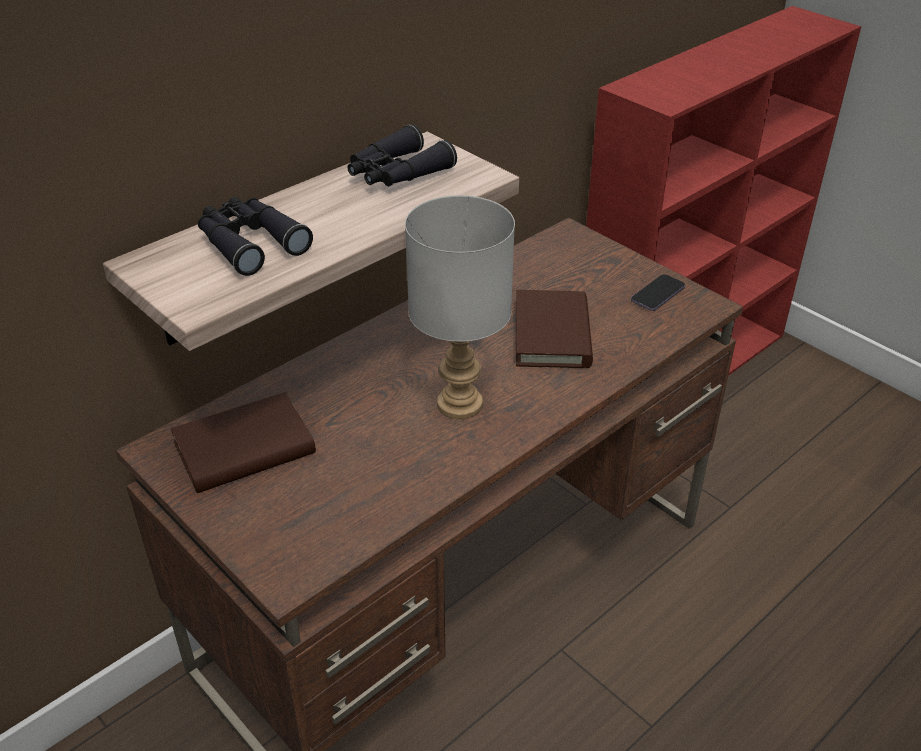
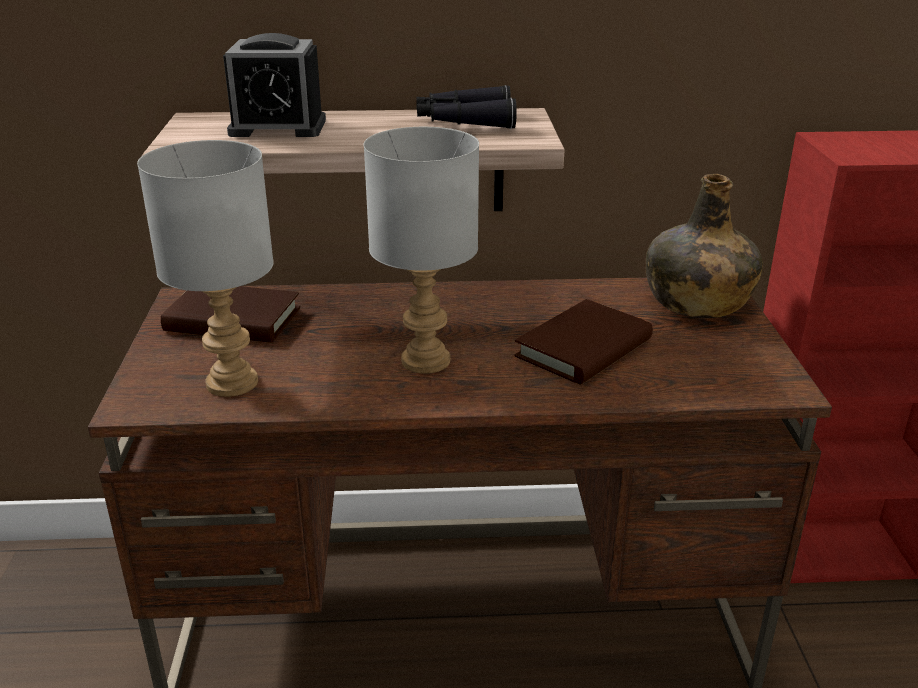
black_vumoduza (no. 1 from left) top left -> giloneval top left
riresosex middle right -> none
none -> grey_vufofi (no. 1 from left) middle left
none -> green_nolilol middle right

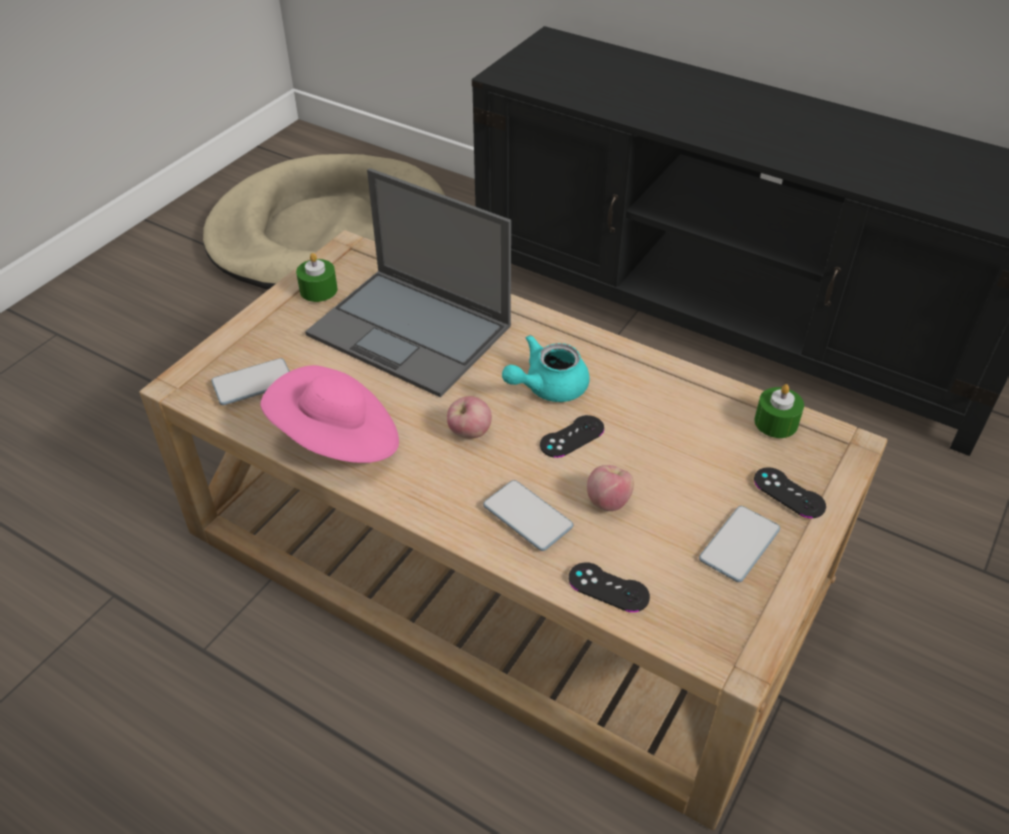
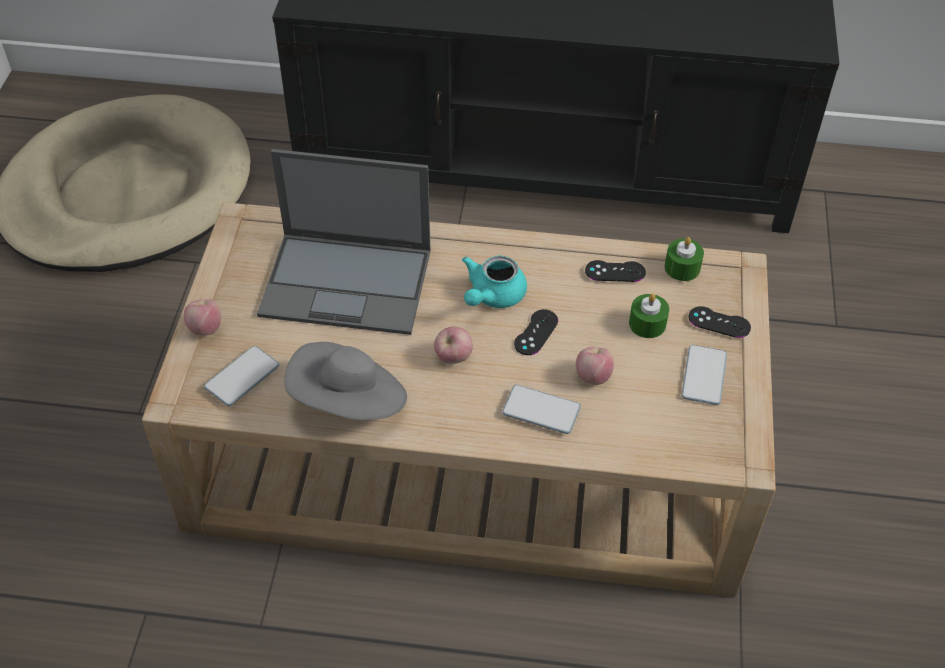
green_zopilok (no. 1 from left) top left -> green_zopilok (no. 1 from left) middle right, shifted
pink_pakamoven middle left -> grey_pakamoven centre
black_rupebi (no. 2 from left) bottom centre -> black_rupebi (no. 2 from left) centre, shifted
none -> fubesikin (no. 1 from left) middle left

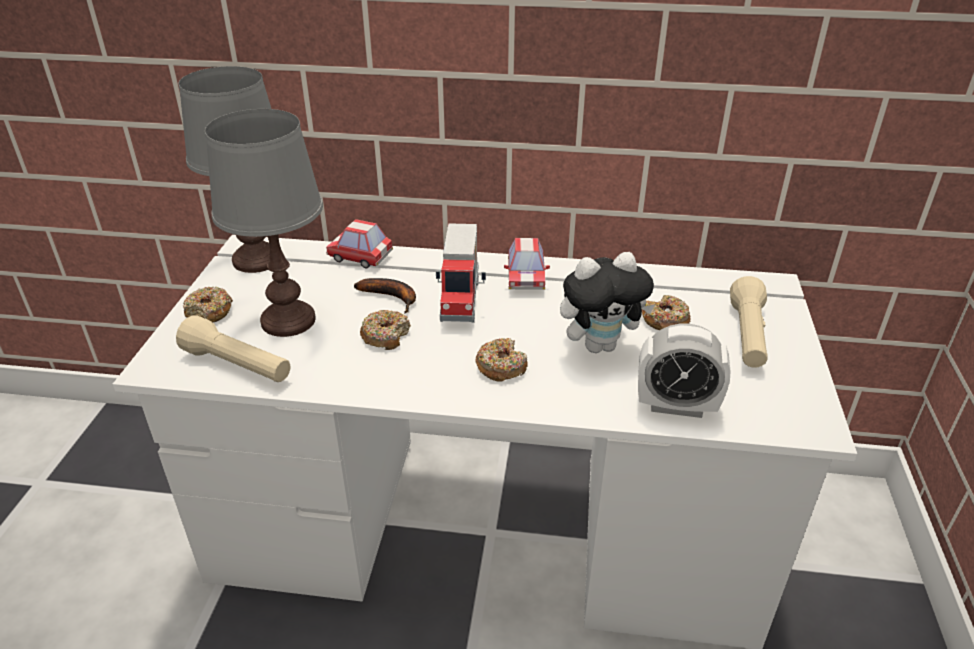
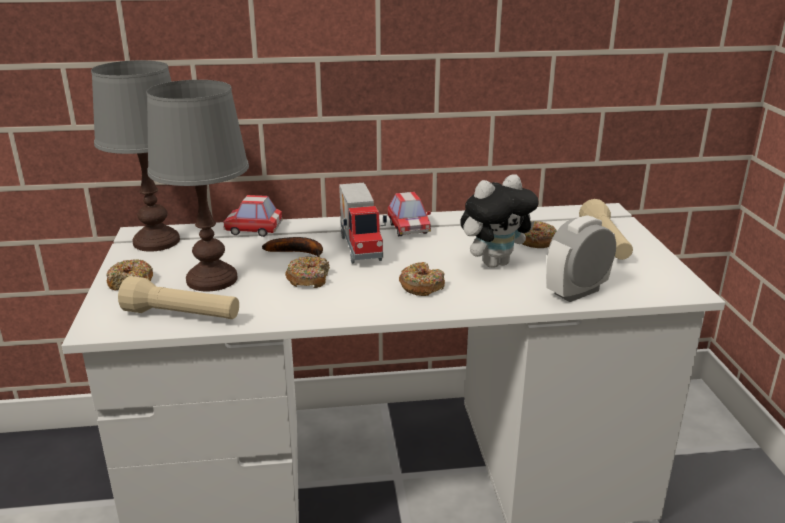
giloneval middle right, 150 degrees clockwise

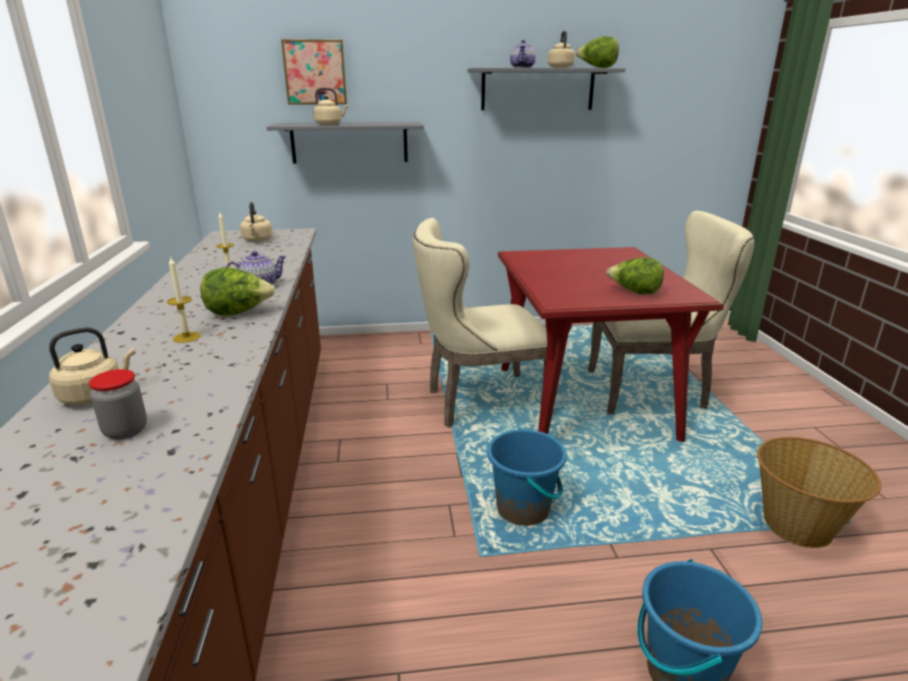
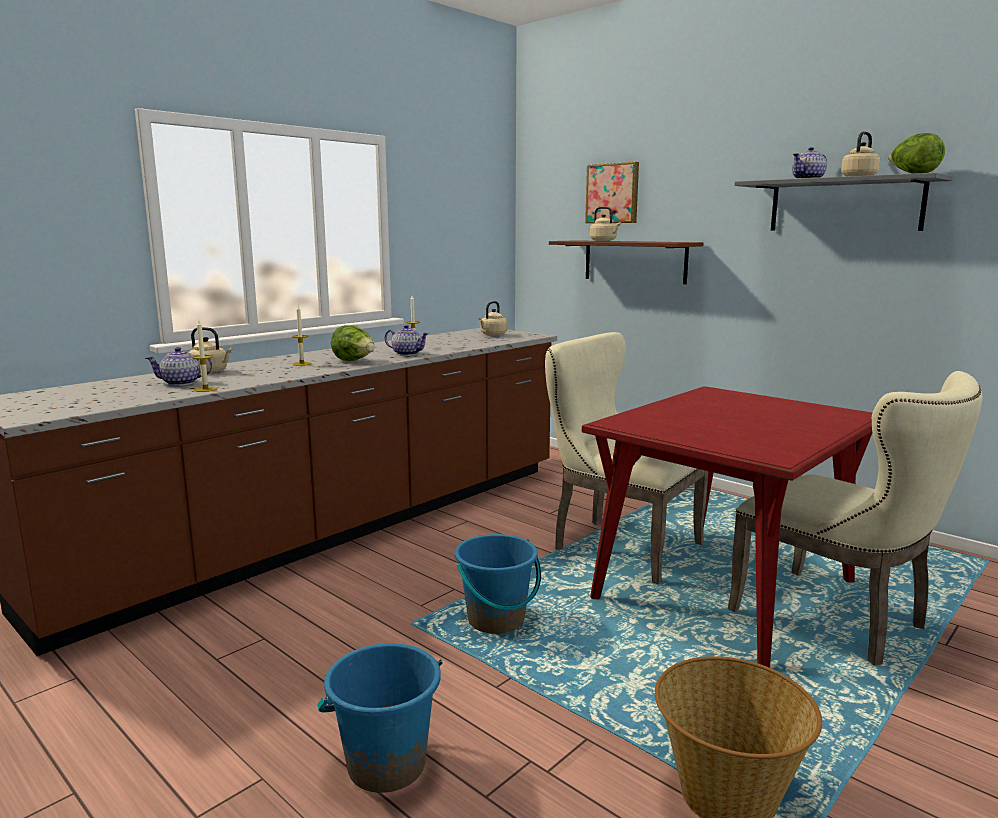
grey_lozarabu (no. 1 from left) top centre -> brown_lozarabu top centre
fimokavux (no. 3 from left) middle right -> none
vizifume middle left -> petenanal (no. 1 from left) middle left
none -> zopilok (no. 1 from left) middle left

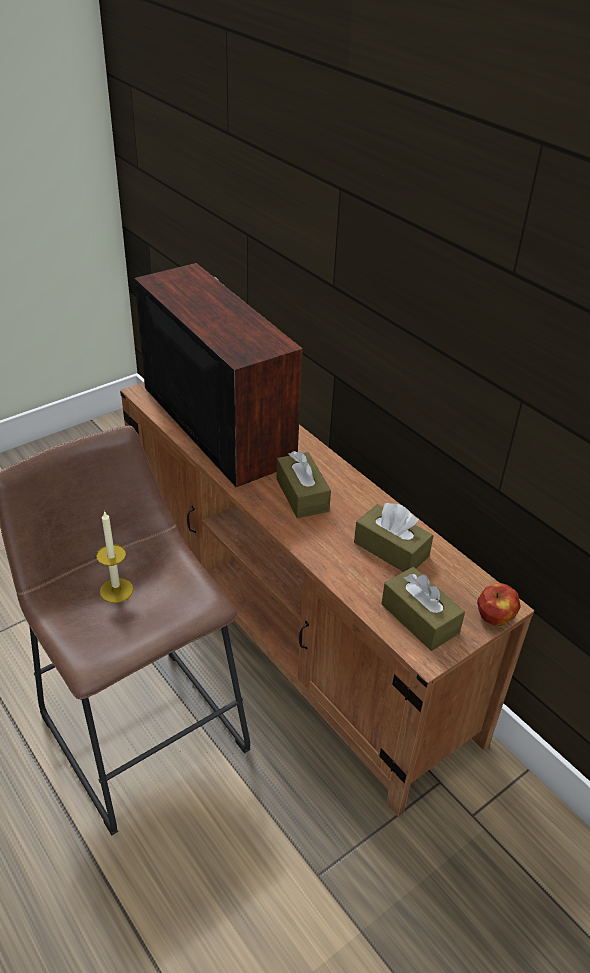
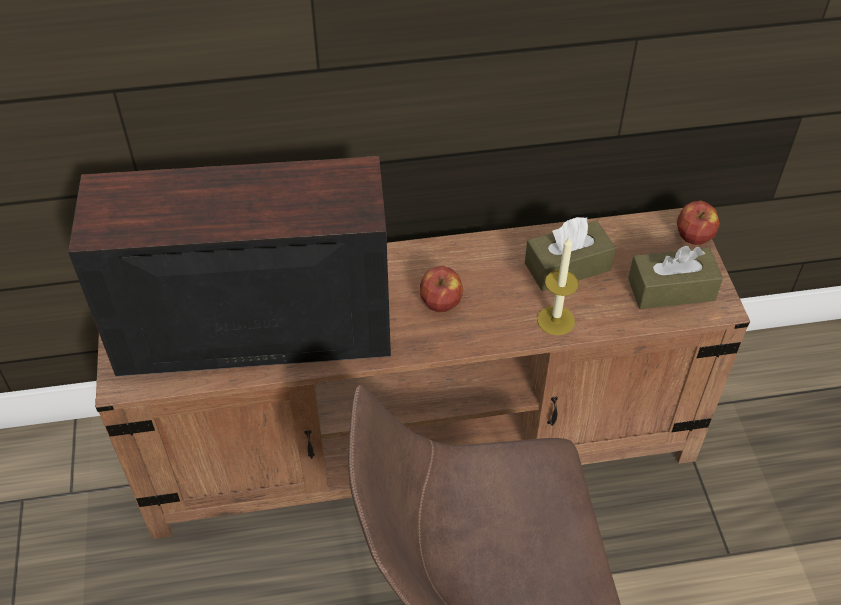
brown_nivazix (no. 1 from left) centre -> fubesikin (no. 1 from left) centre
zopilok middle left -> zopilok centre, shifted

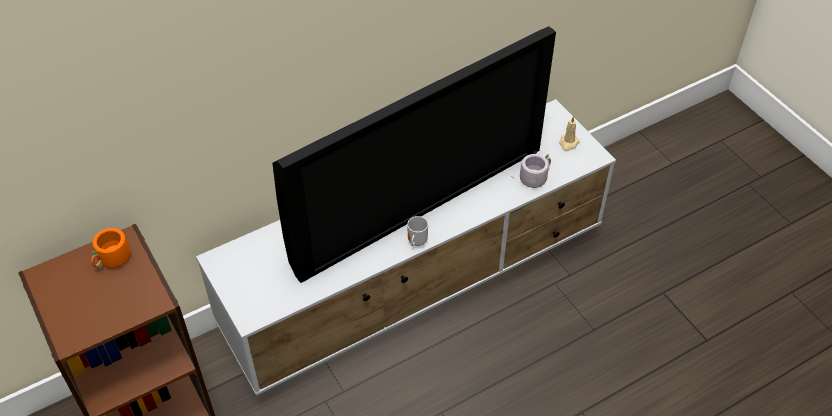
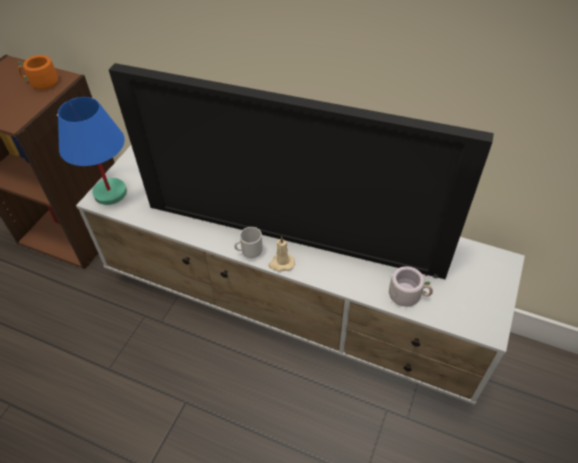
beige_zopilok top right -> beige_zopilok centre, shifted
none -> blue_vufofi top left

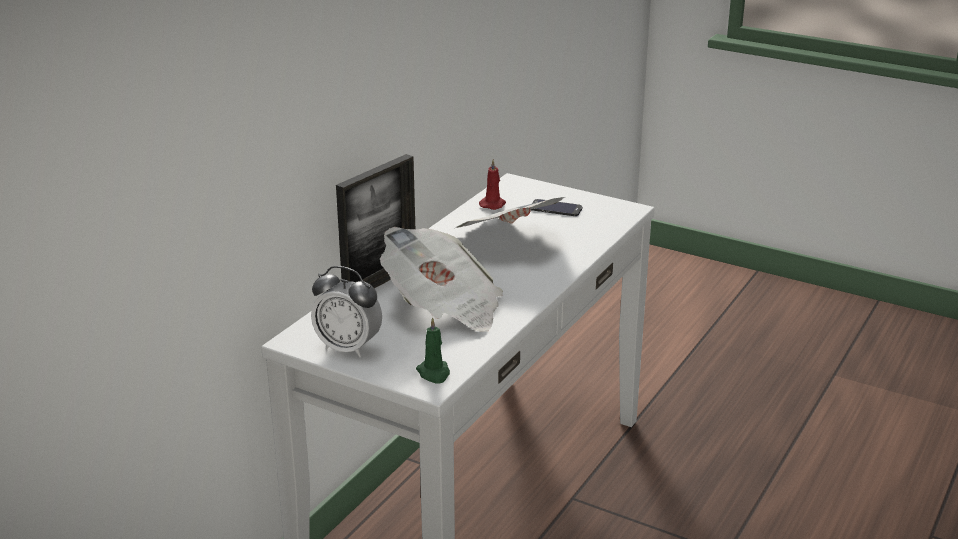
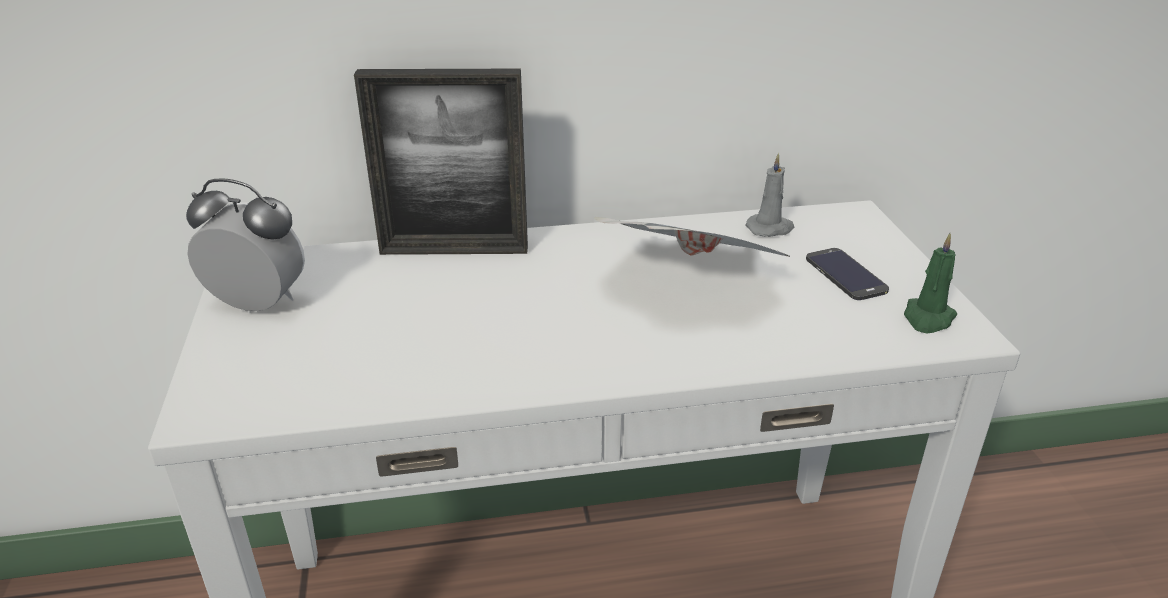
red_zopilok centre -> grey_zopilok top centre
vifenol (no. 1 from left) centre -> none
giloneval centre -> giloneval middle left, 120 degrees clockwise
green_zopilok centre -> green_zopilok middle right, shifted

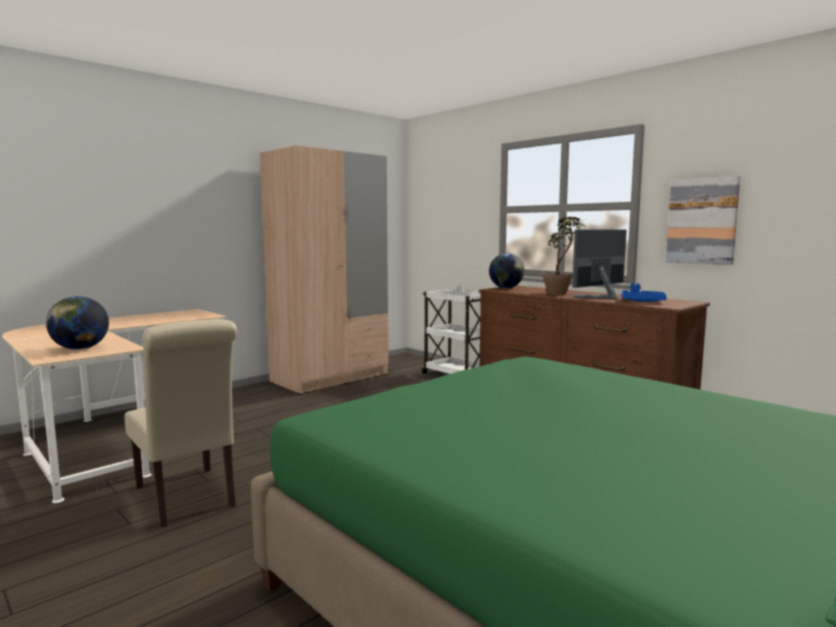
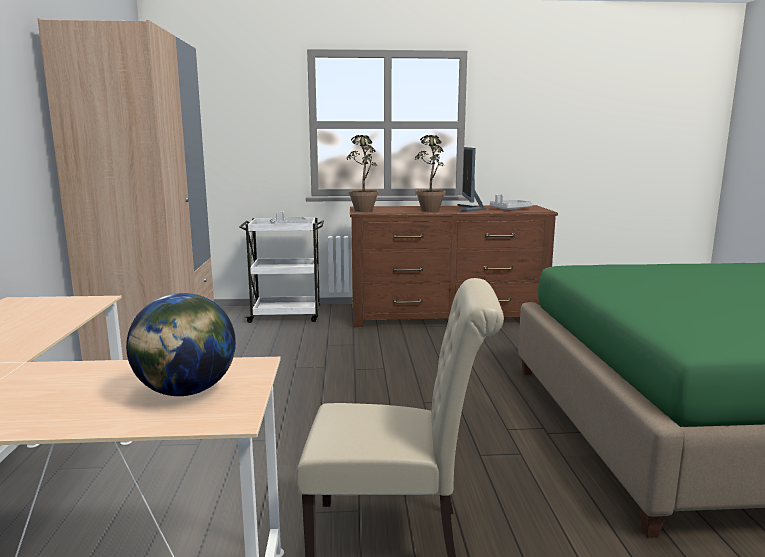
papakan middle right -> none
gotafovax (no. 2 from left) centre -> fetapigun (no. 1 from left) top centre
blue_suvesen middle right -> grey_suvesen (no. 2 from left) middle right

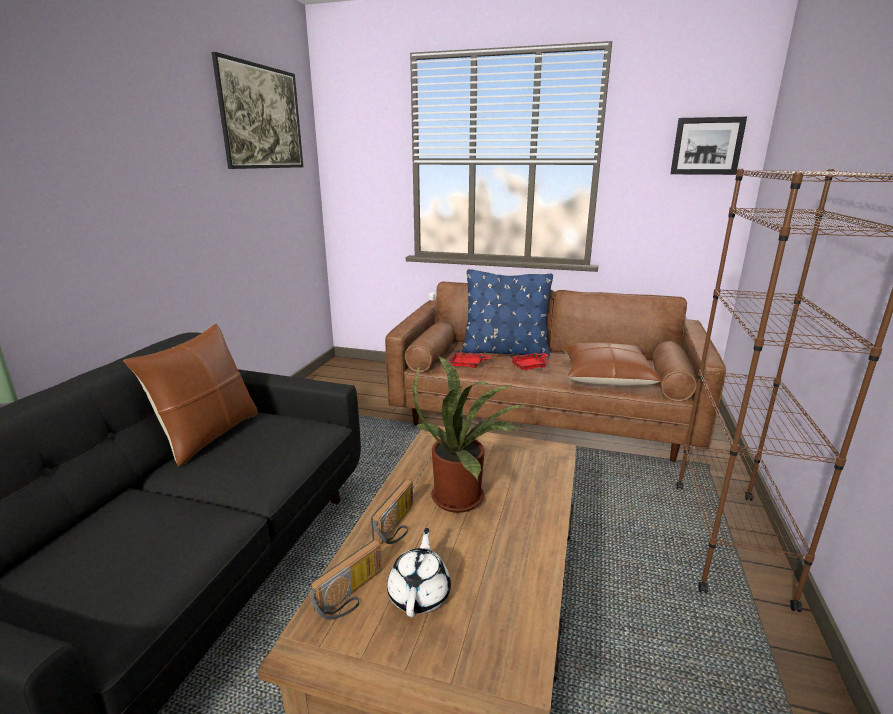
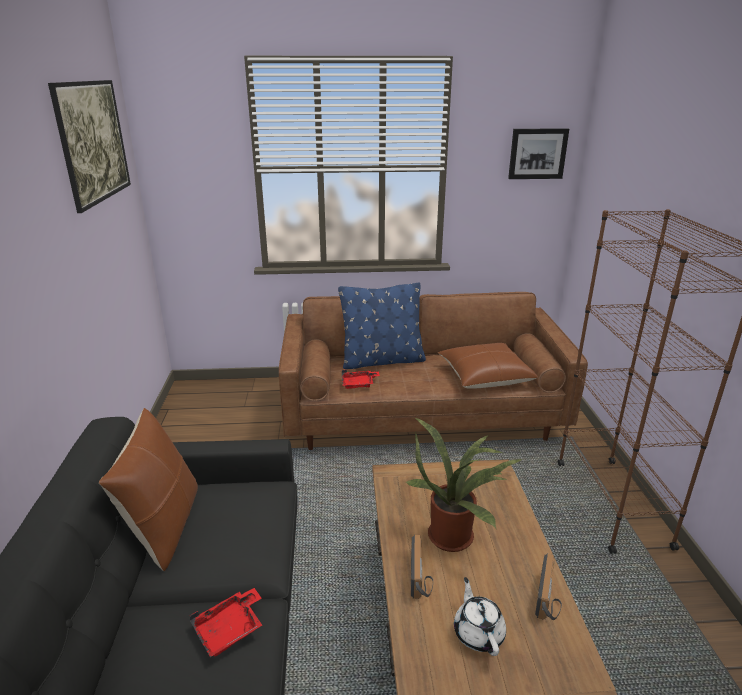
red_suvesen (no. 2 from left in the first image) centre -> red_suvesen (no. 1 from left) bottom left, shifted
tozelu (no. 1 from left in the first image) bottom centre -> tozelu (no. 2 from left) bottom right, shifted

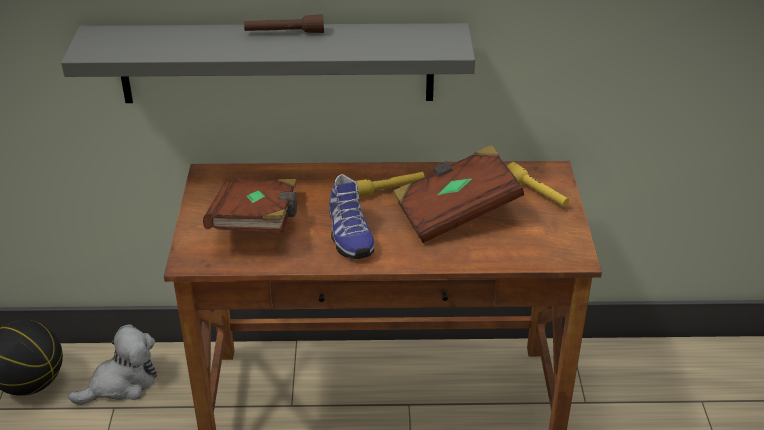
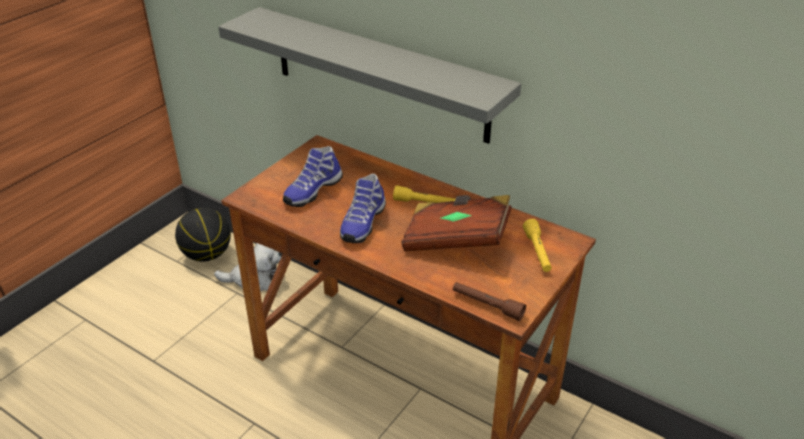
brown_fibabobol top centre -> brown_fibabobol bottom centre, shifted
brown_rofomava (no. 1 from left) middle left -> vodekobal (no. 1 from left) centre

